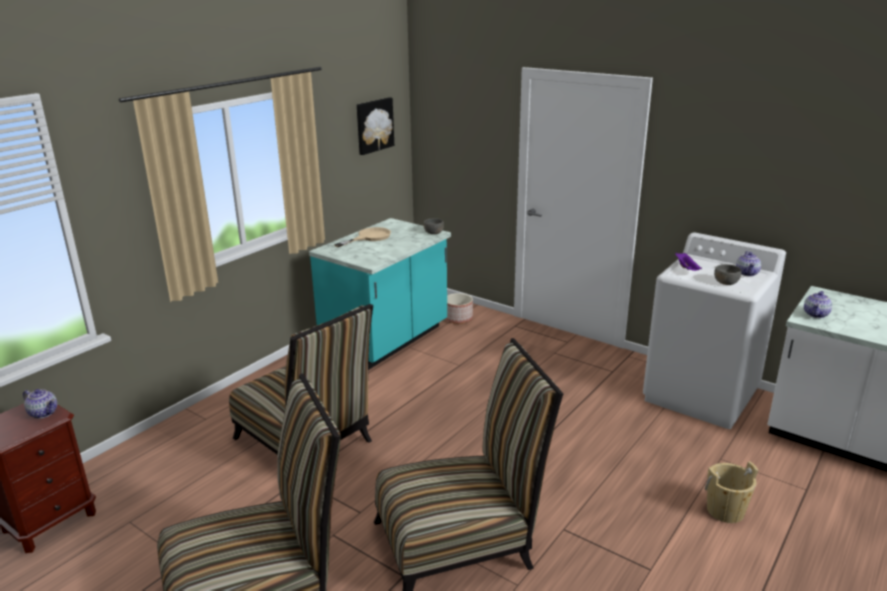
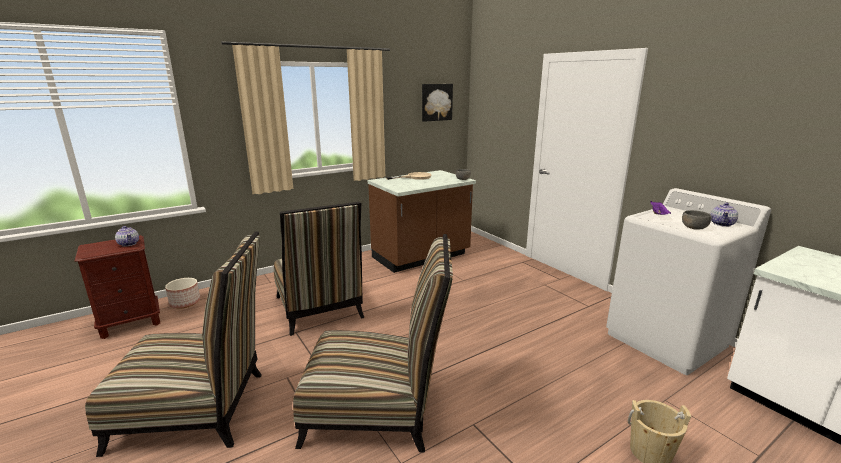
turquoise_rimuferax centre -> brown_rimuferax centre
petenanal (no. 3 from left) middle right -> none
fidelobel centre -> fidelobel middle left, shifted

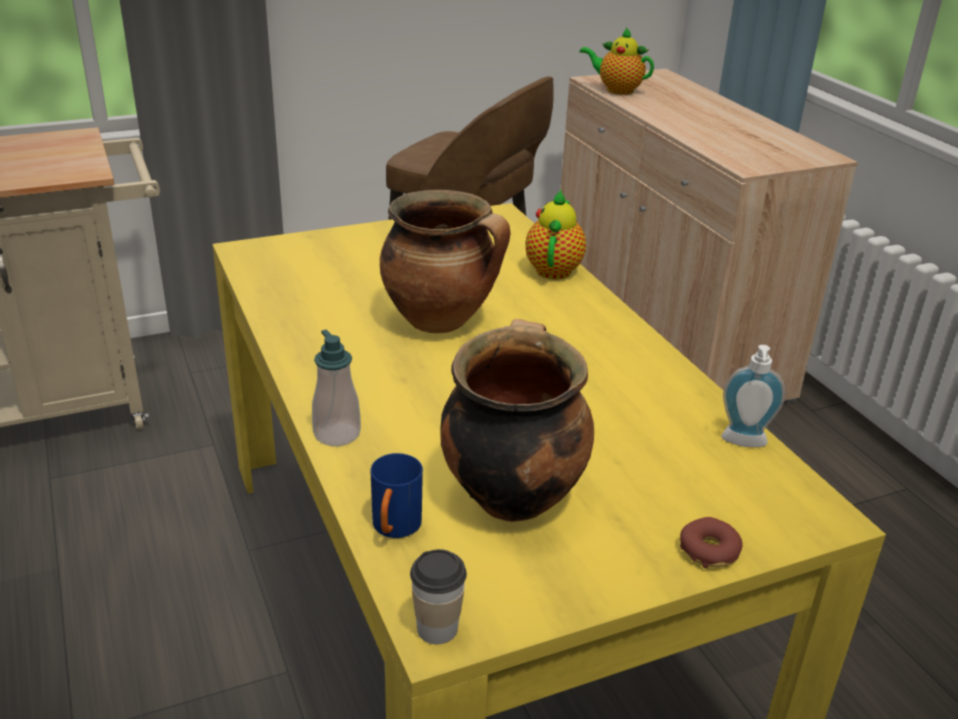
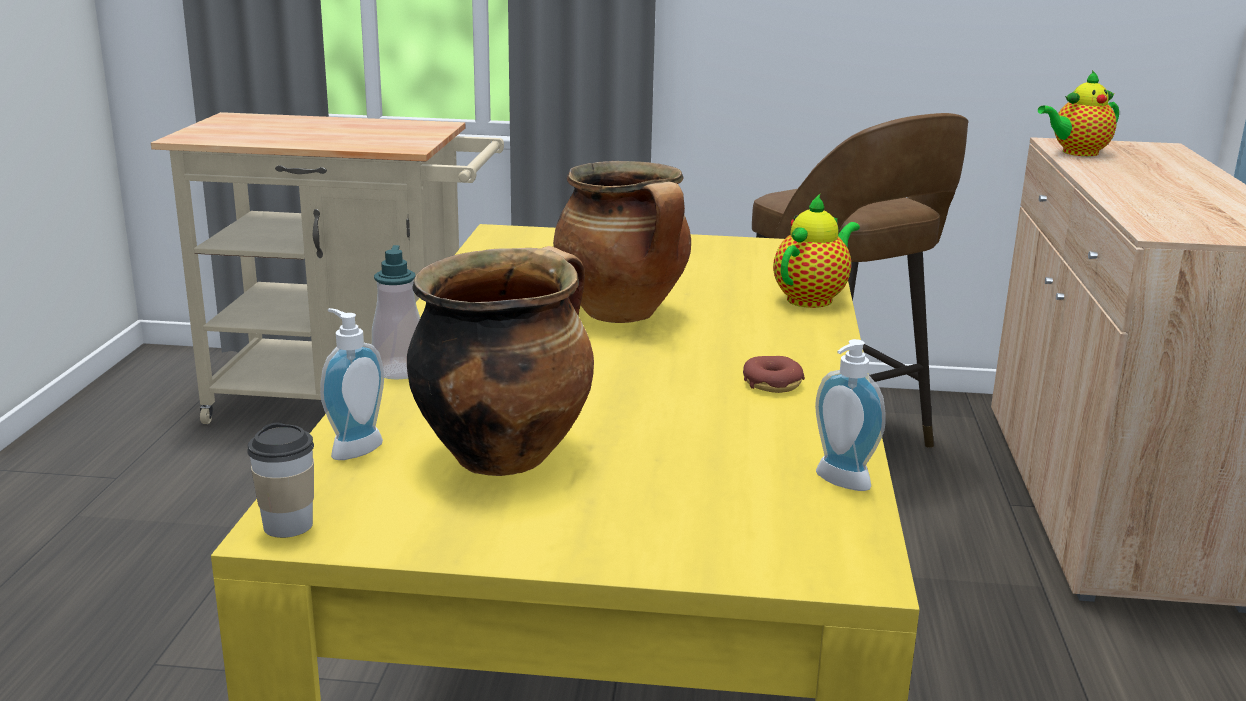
petenanal (no. 2 from left) top centre -> petenanal (no. 2 from left) top right, 75 degrees counterclockwise
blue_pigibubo bottom centre -> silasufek (no. 1 from left) middle left
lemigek bottom right -> lemigek centre, shifted

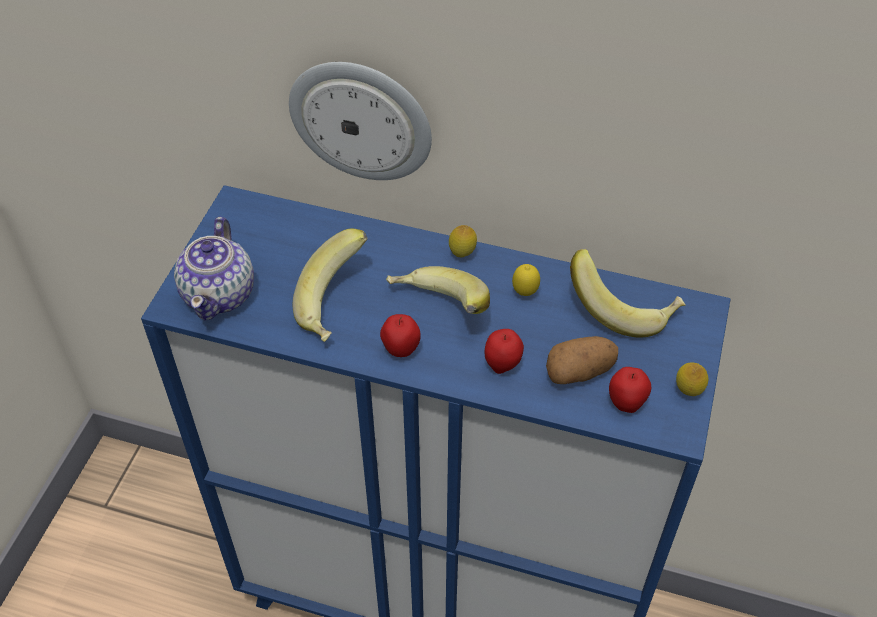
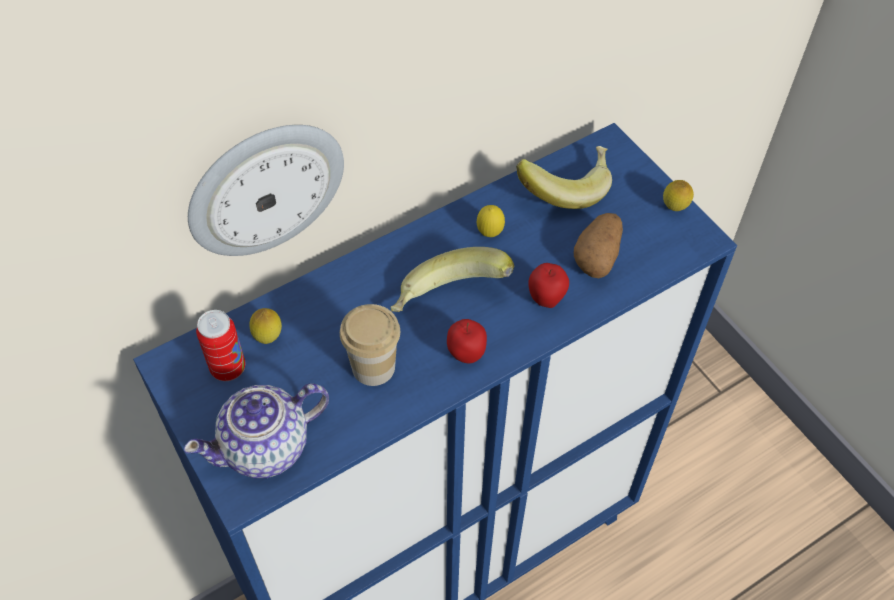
petenanal middle left -> petenanal bottom left, 105 degrees clockwise
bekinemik (no. 1 from left) centre -> bekinemik (no. 1 from left) middle left, shifted
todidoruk (no. 1 from left) centre -> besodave centre
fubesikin (no. 3 from left) middle right -> none
none -> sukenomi middle left

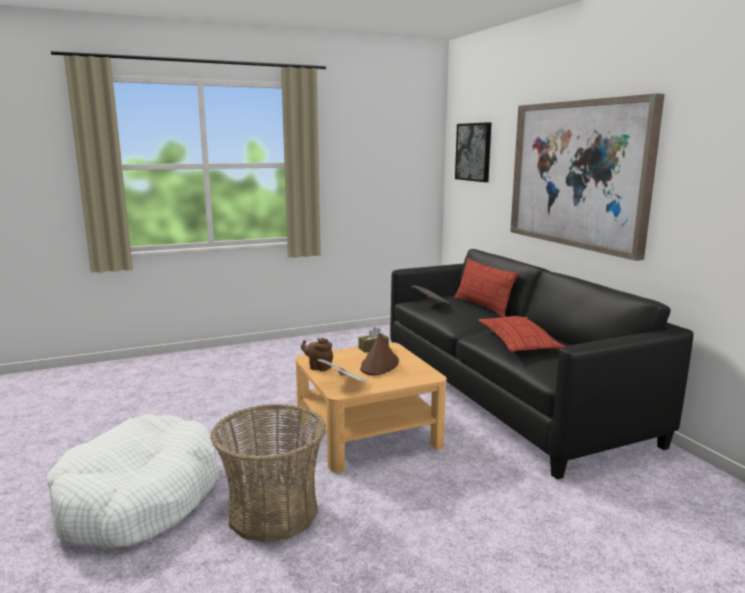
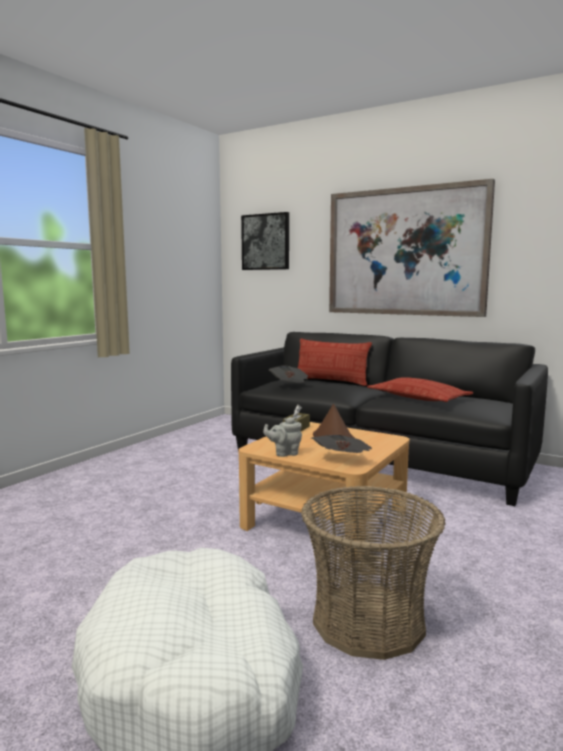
brown_petenanal centre -> grey_petenanal centre

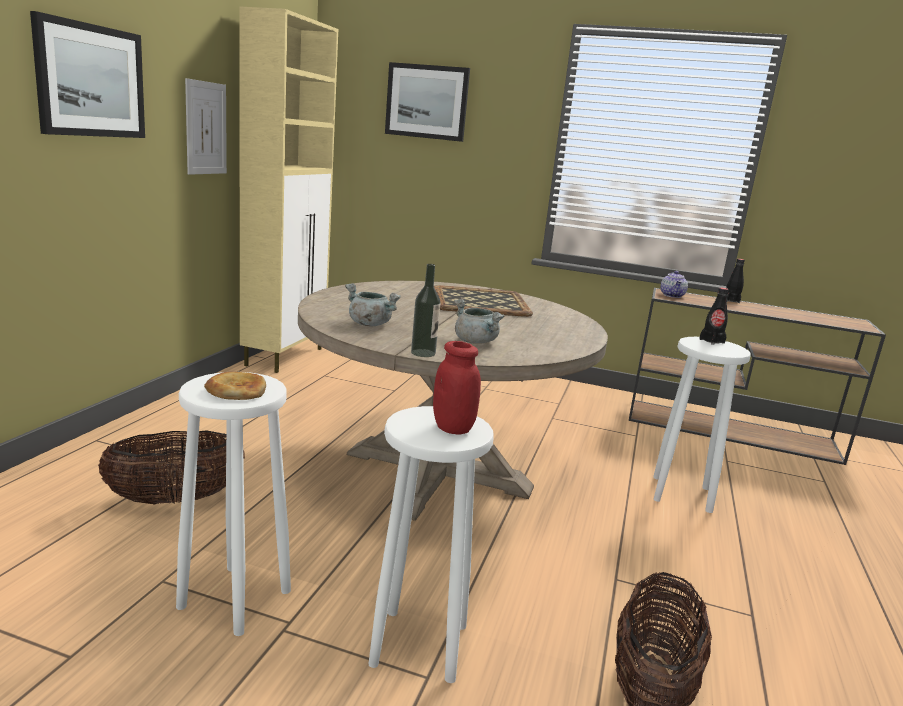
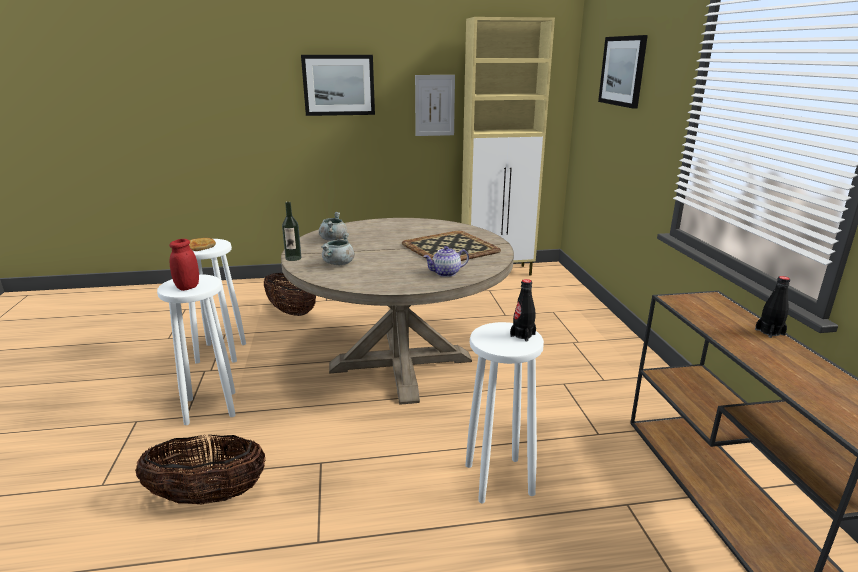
petenanal middle right -> petenanal centre, shifted

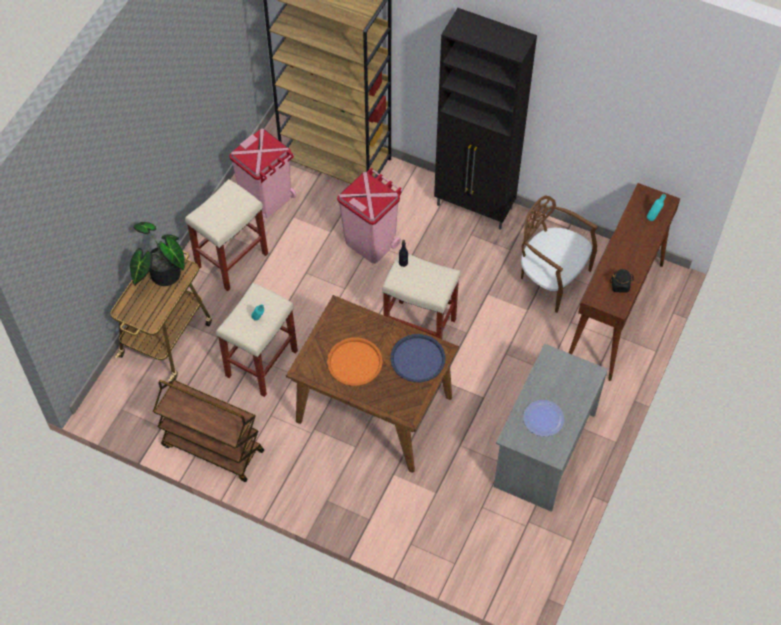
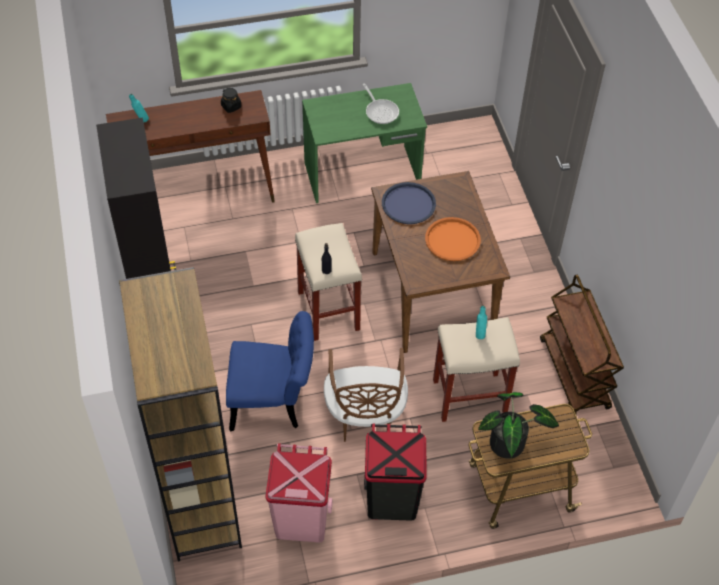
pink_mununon (no. 2 from left) centre -> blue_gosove centre
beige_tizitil (no. 1 from left) middle left -> black_mununon bottom centre
brown_gosove middle right -> brown_gosove bottom centre, shifted
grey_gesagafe bottom right -> green_gesagafe top centre
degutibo bottom right -> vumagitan top centre

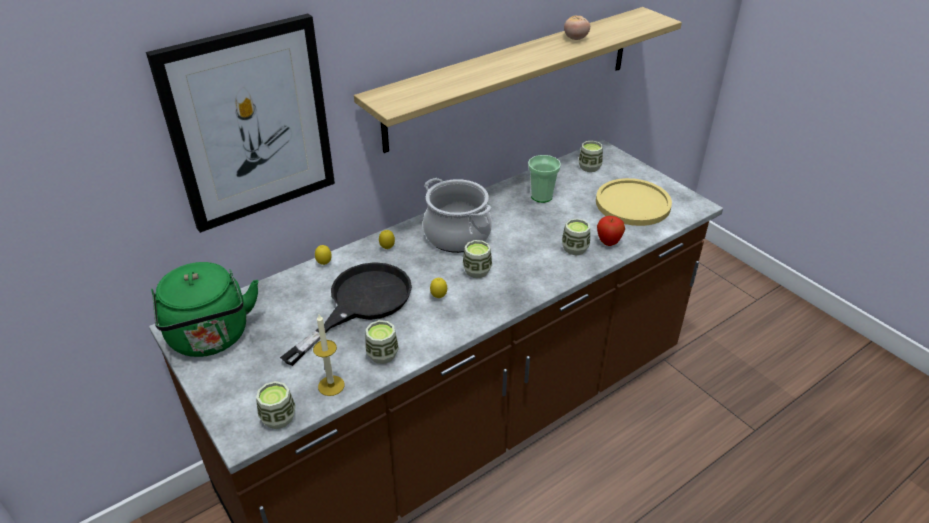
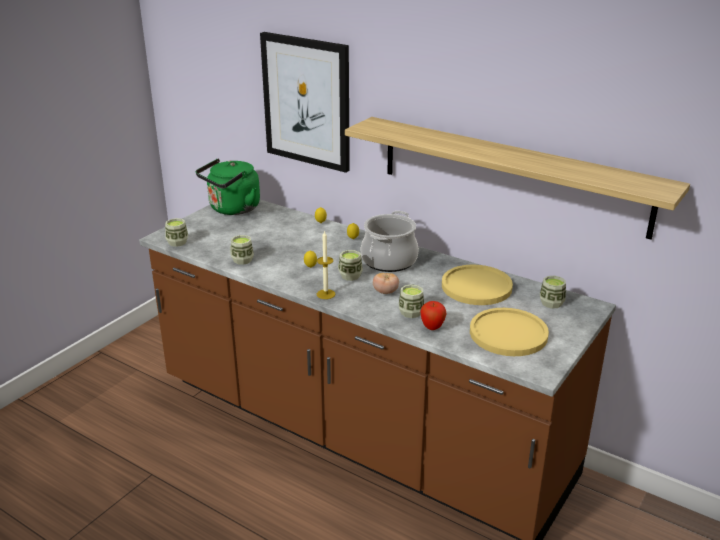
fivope top centre -> fivope centre, shifted
besodave (no. 4 from left) centre -> yellow_degutibo (no. 1 from left) centre
black_vumagitan centre -> none
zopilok bottom centre -> zopilok centre, shifted

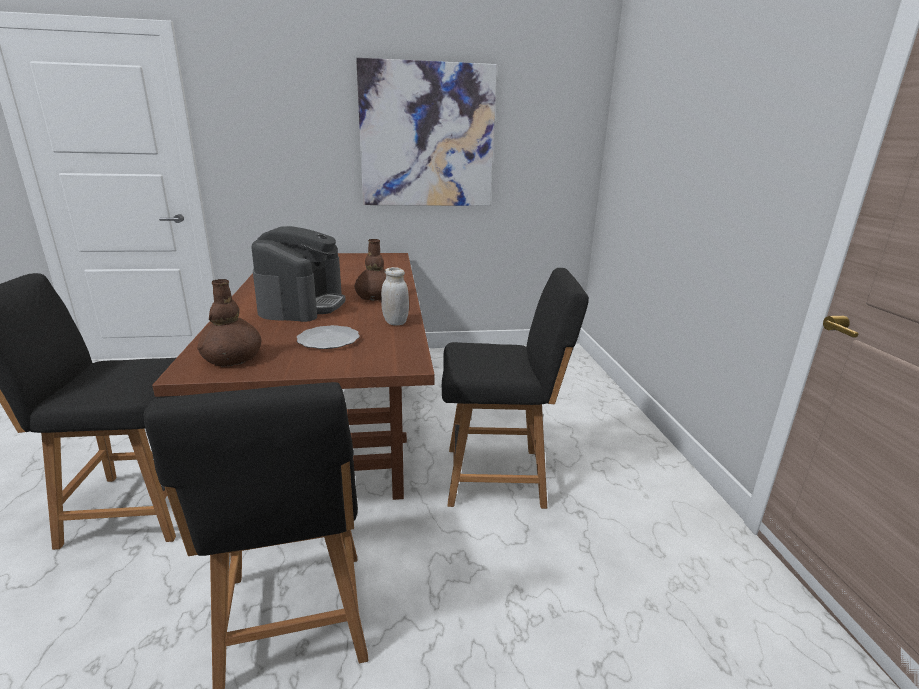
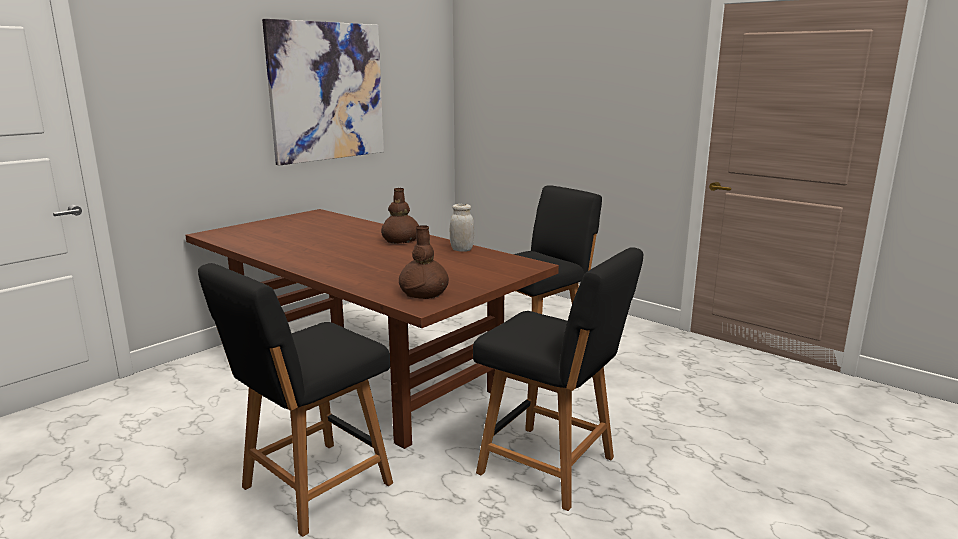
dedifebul middle left -> none
degutibo centre -> none

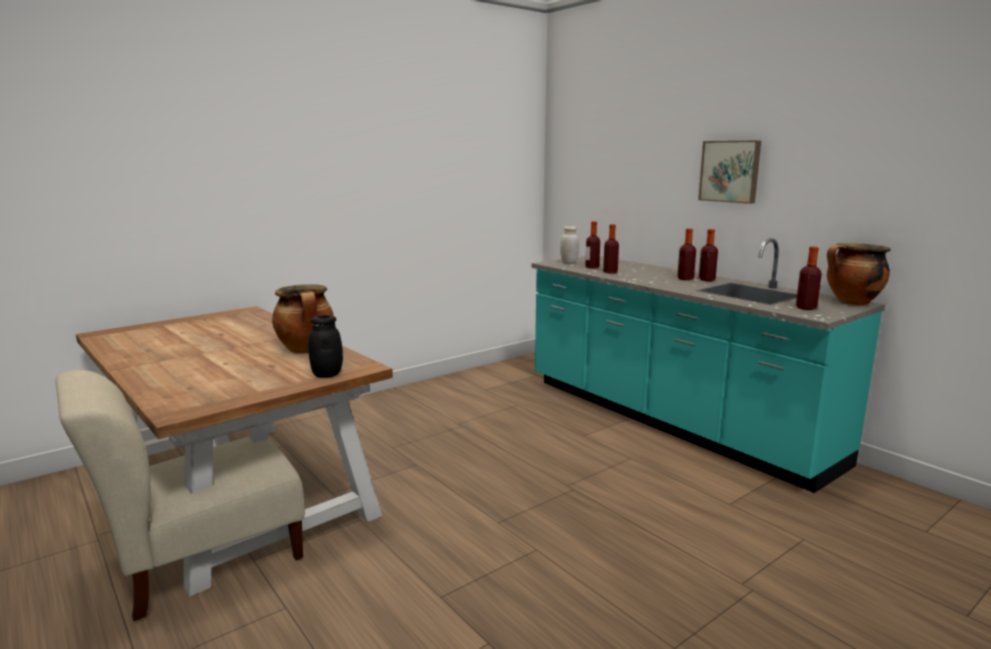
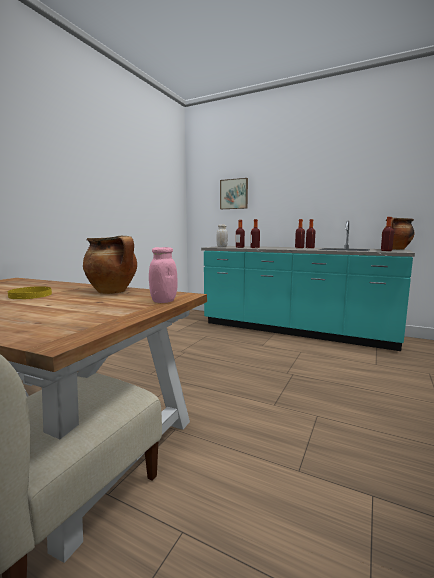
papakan top right -> papakan centre, shifted
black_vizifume middle left -> pink_vizifume centre
none -> yellow_degutibo middle left

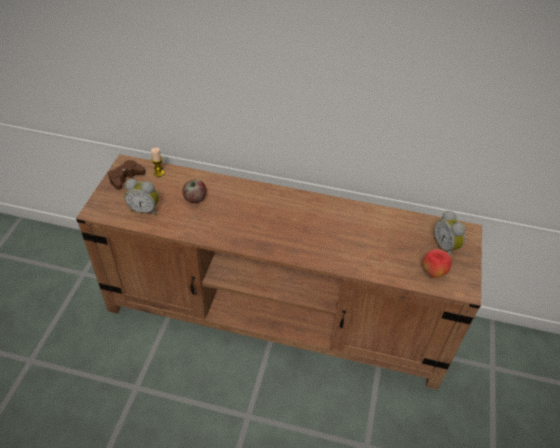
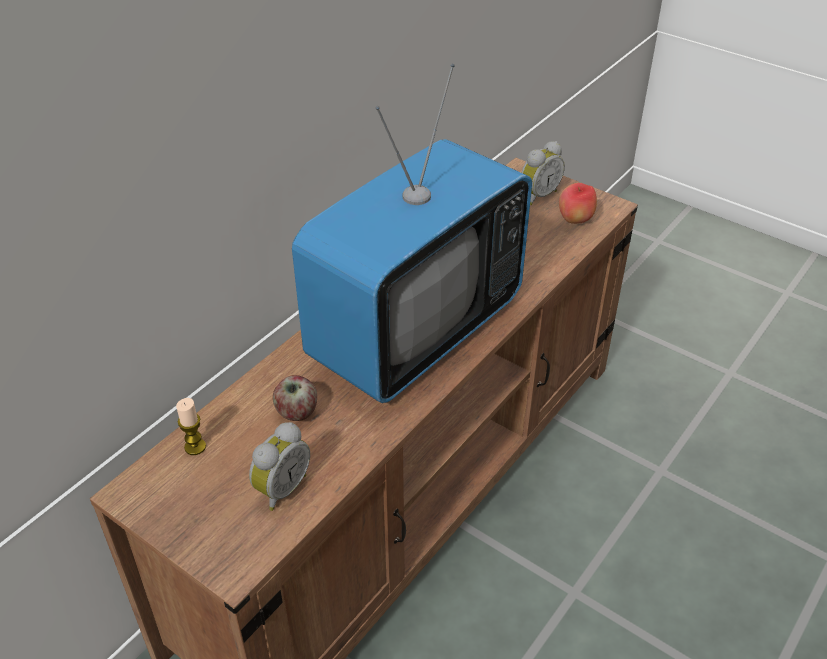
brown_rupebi middle left -> none
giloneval (no. 2 from left) middle right -> giloneval (no. 2 from left) top centre, 45 degrees counterclockwise
none -> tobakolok centre

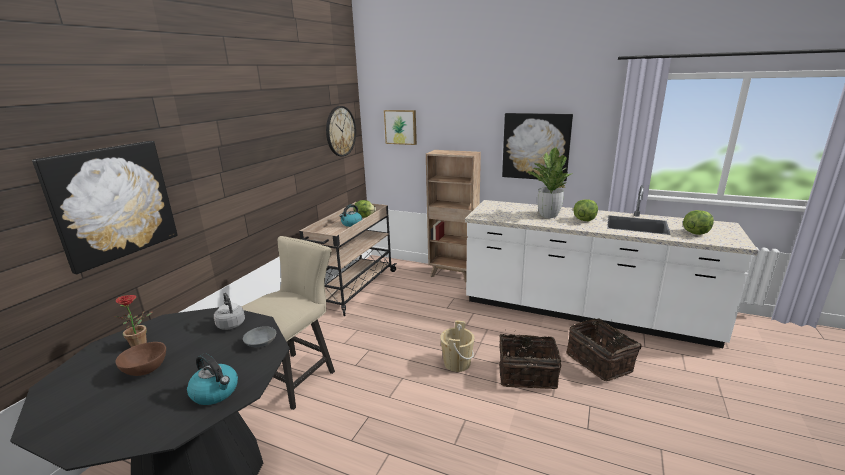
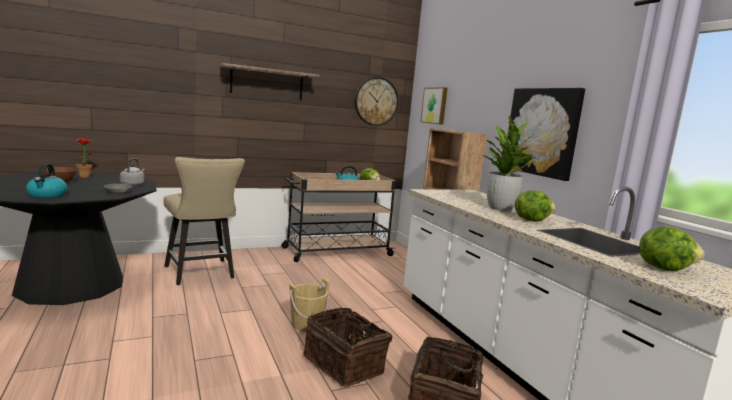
papakan (no. 1 from left) middle left -> none
beige_gosove bottom centre -> beige_gosove middle left, 75 degrees clockwise
none -> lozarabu top centre

